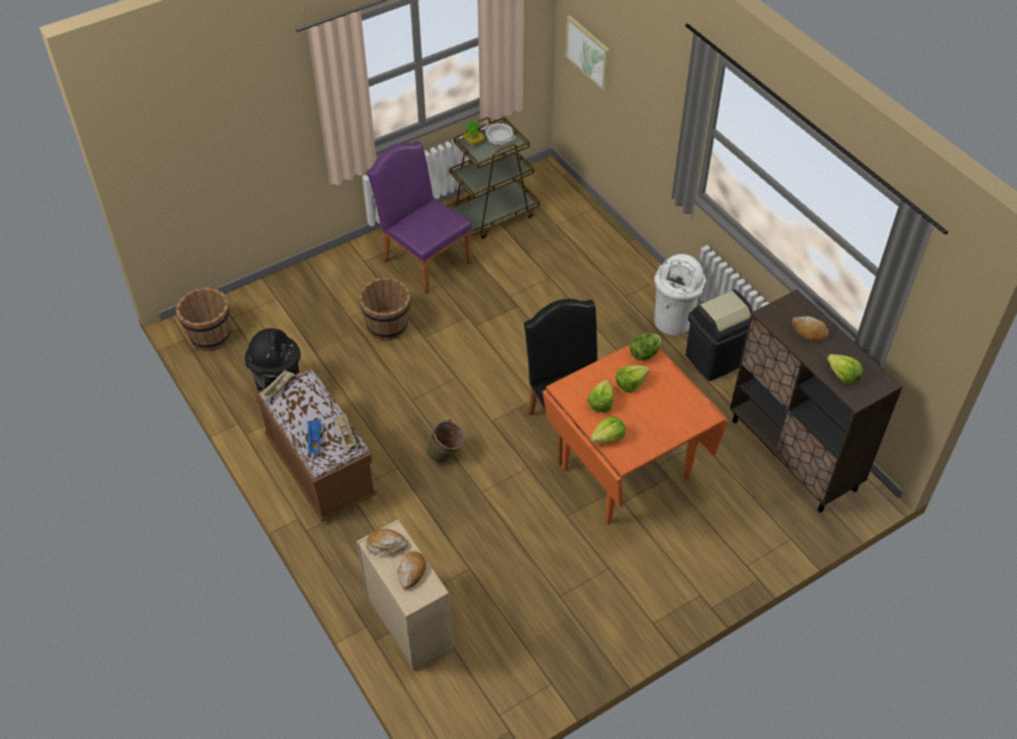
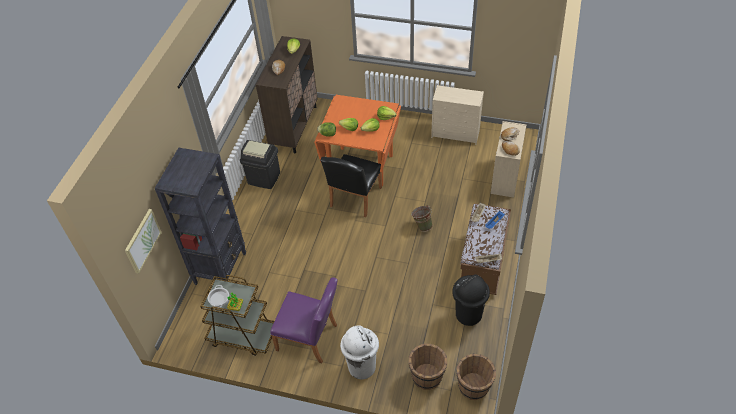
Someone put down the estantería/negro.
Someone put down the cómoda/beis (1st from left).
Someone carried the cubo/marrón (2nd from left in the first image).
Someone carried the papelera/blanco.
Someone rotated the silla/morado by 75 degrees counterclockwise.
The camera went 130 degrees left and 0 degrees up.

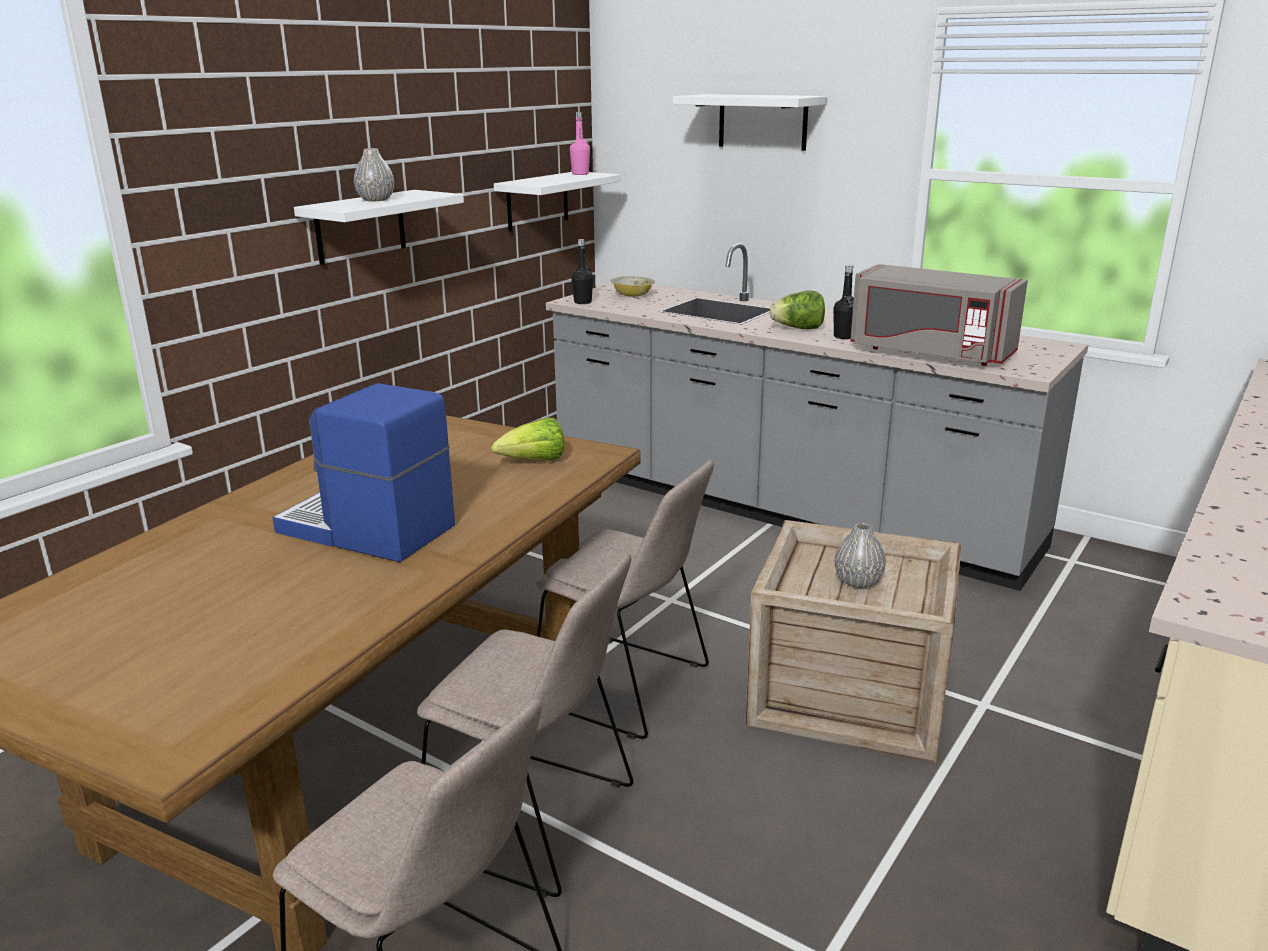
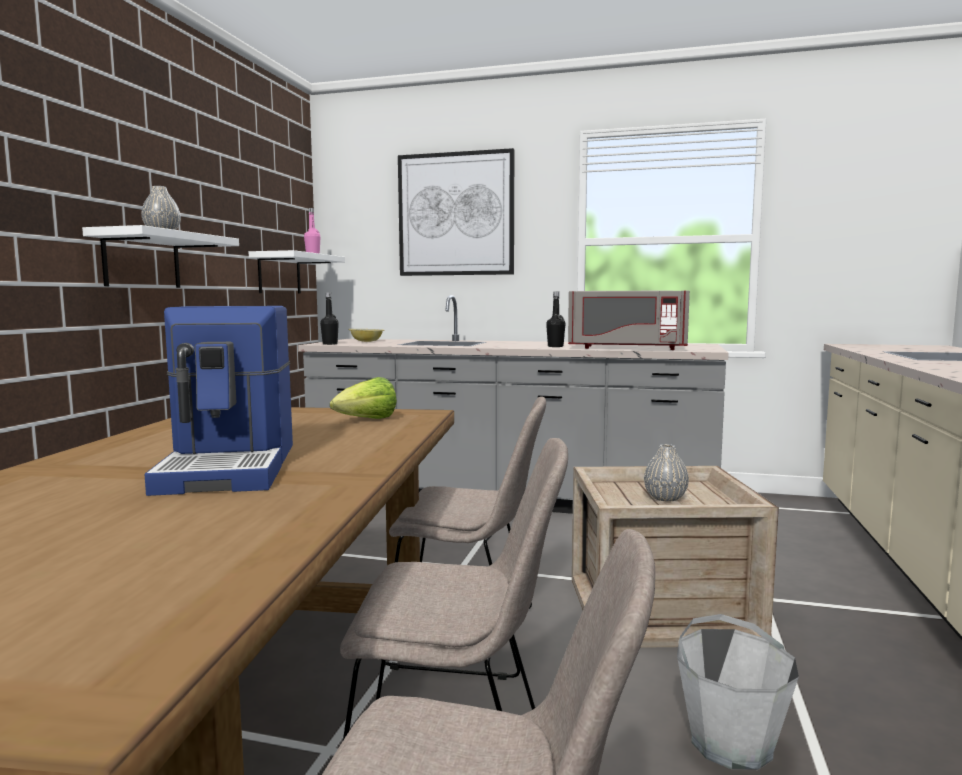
Someone took away the lechuga (2nd from left).
Someone put down the cubo/gris.
Someone swapped the estante/blanco (3rd from left) for the cuadro.
Someone rotated the cafetera by 105 degrees counterclockwise.
The camera went 20 degrees left and 15 degrees down.

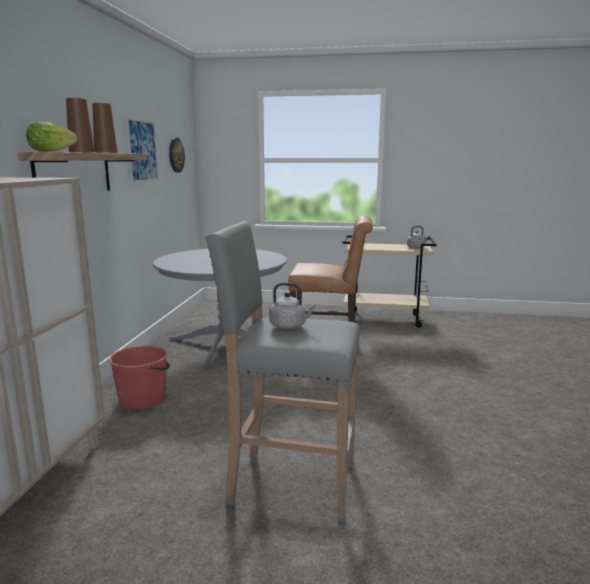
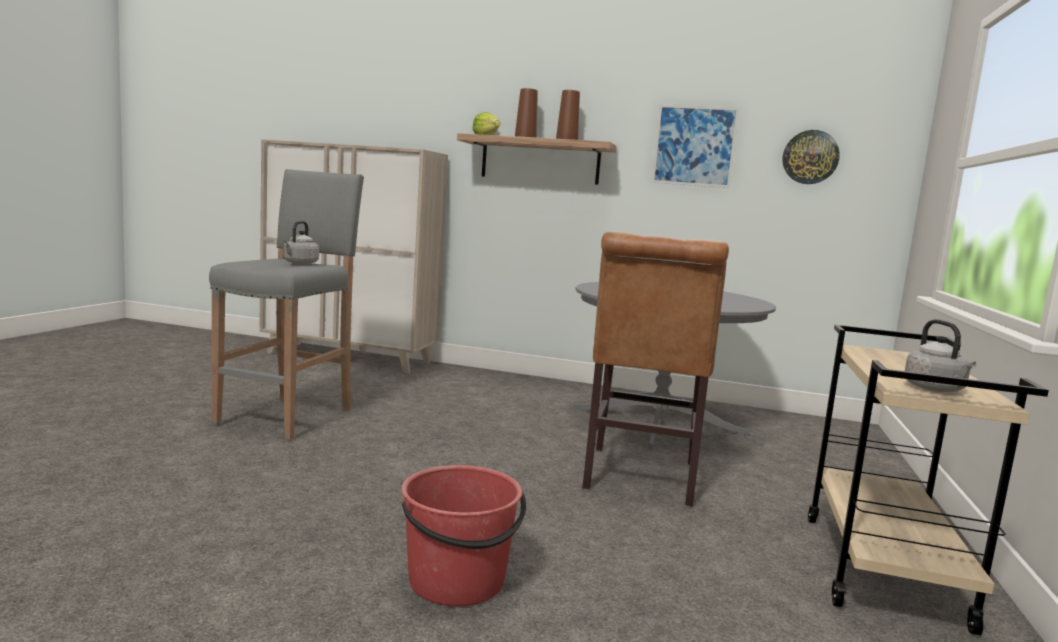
Someone carried the cubo/rojo.
The camera went 95 degrees right and 5 degrees down.

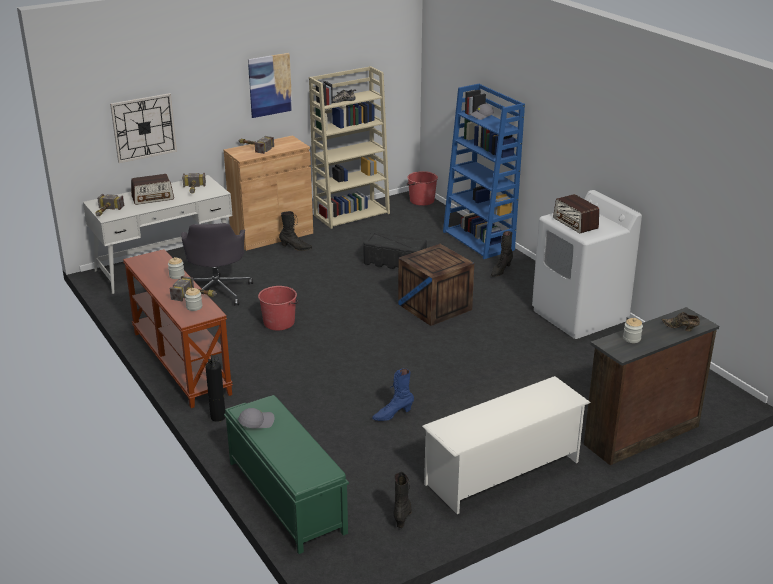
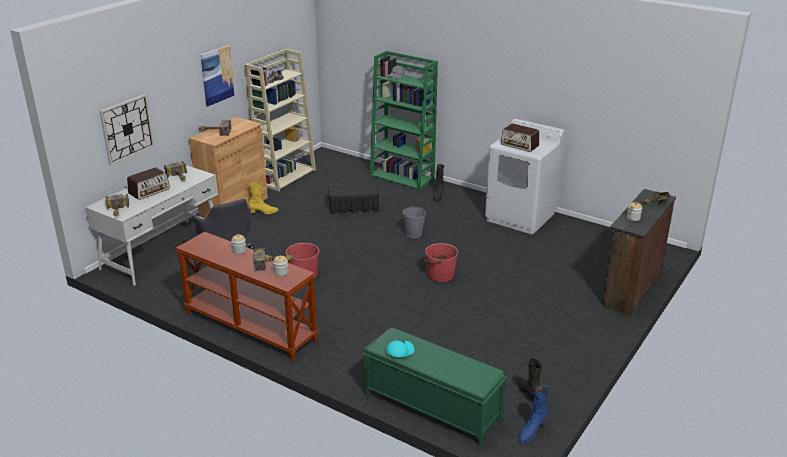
Someone took away the extintor.
Someone took away the zapatero/blanco.
Someone carried the bota/azul.
Someone carried the cubo/rojo (2nd from left).
Someone swapped the caja de embalaje for the cubo/gris.
Someone repainted the gorra/gris (1st from left), which became the gorra/turquesa.
Someone repainted the bota/negro (1st from left), which became the bota/amarillo.
Someone repainted the estantería/azul, which became the estantería/verde.
The camera went 25 degrees left and 0 degrees up.

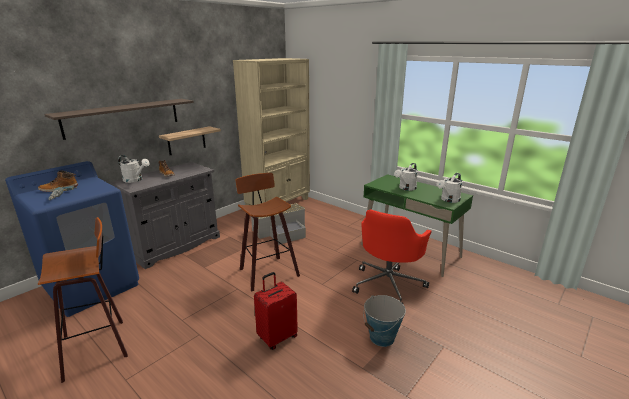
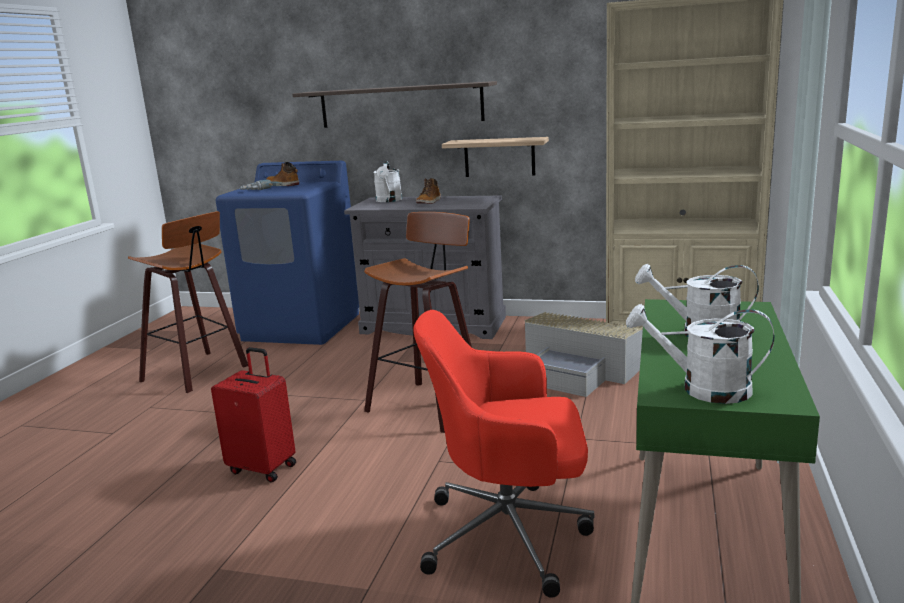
Someone took away the cubo.
The camera went 65 degrees right and 5 degrees down.

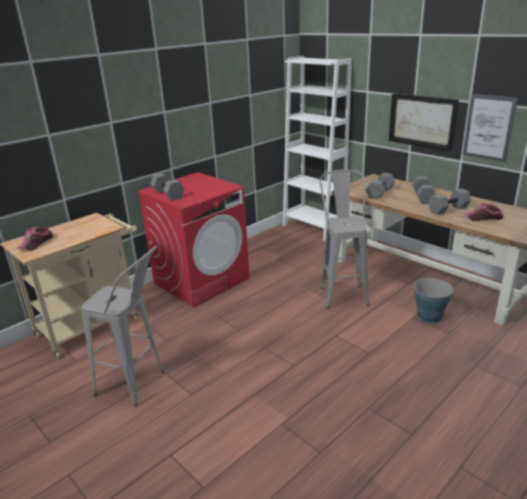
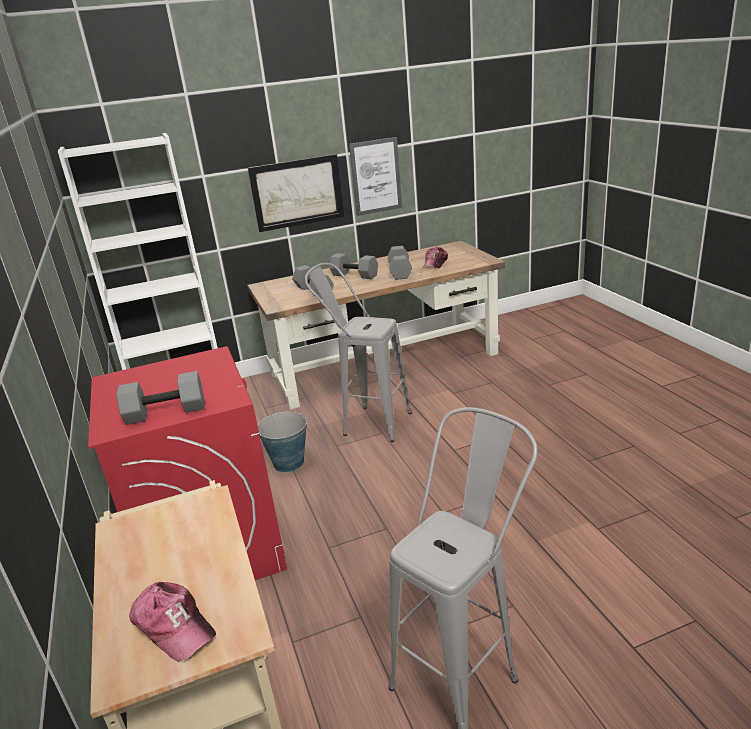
Someone carried the cubo.
The camera went 65 degrees left and 0 degrees up.

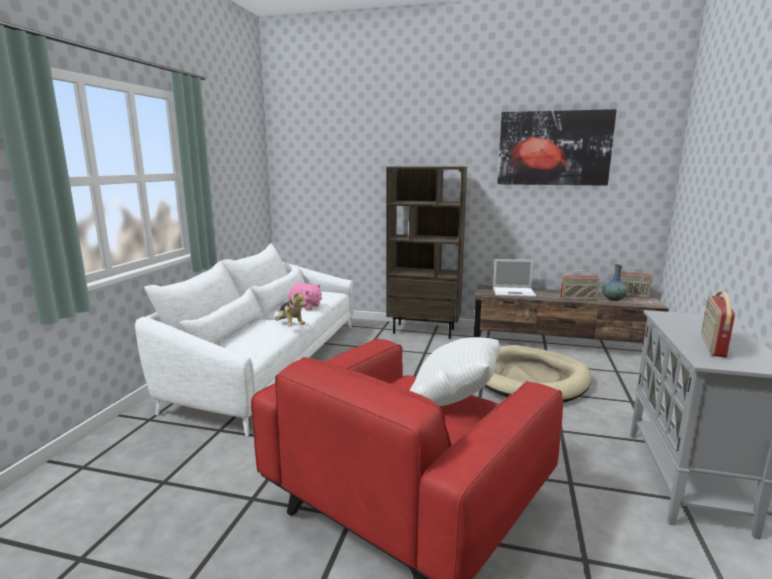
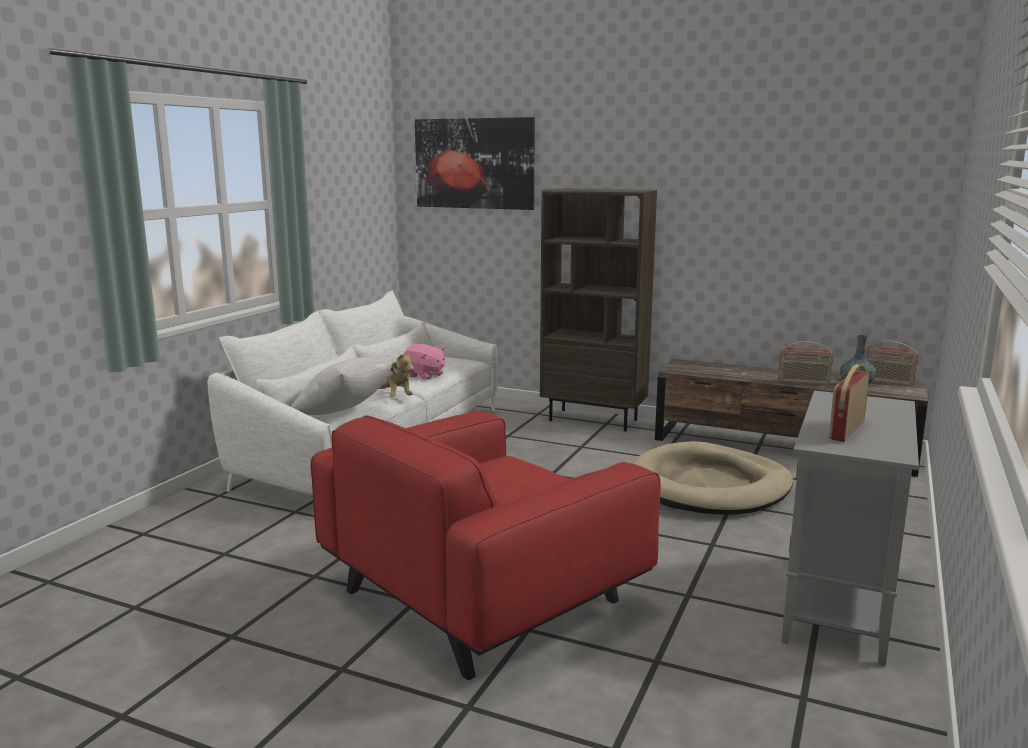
Someone took away the portátil.
Someone carried the cojín/blanco.
Someone carried the cuadro.
The camera went 10 degrees right and 0 degrees up.

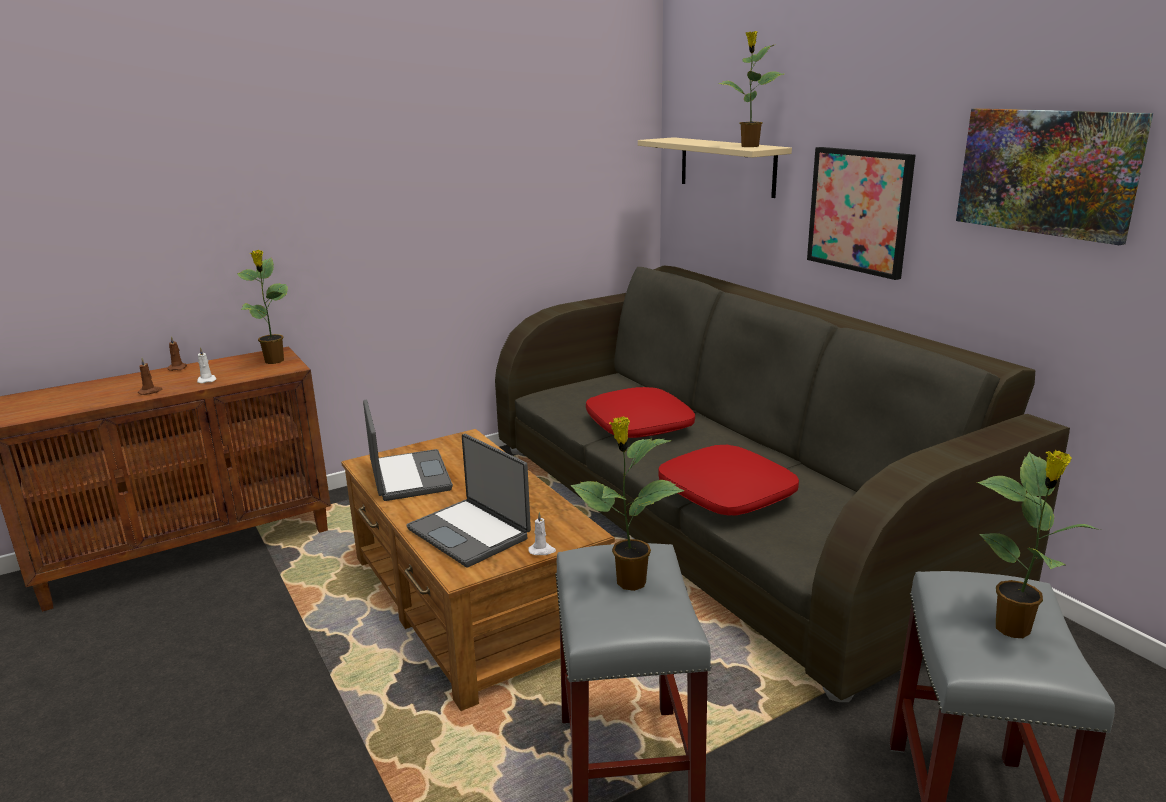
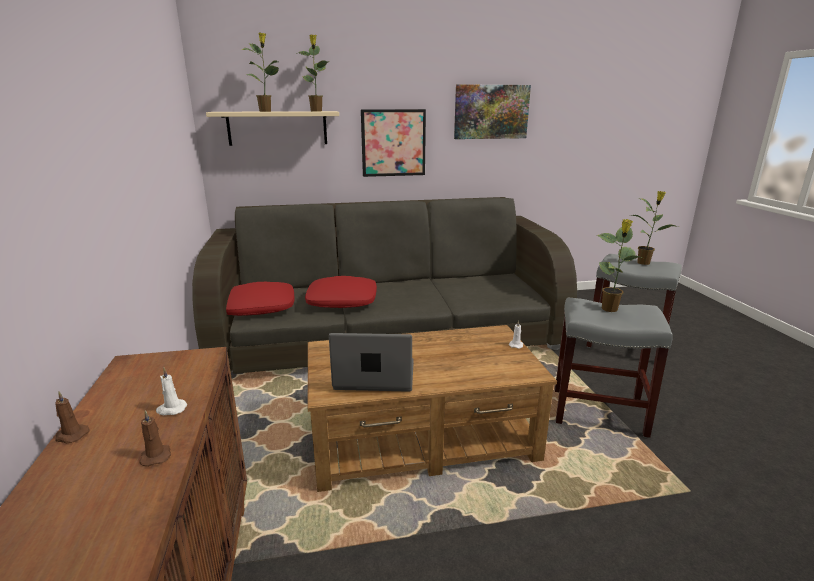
Someone took away the portátil (2nd from left).
Someone carried the planta en maceta (1st from left).
Someone carried the cojín/rojo (2nd from left in the first image).
The camera went 70 degrees left and 0 degrees up.

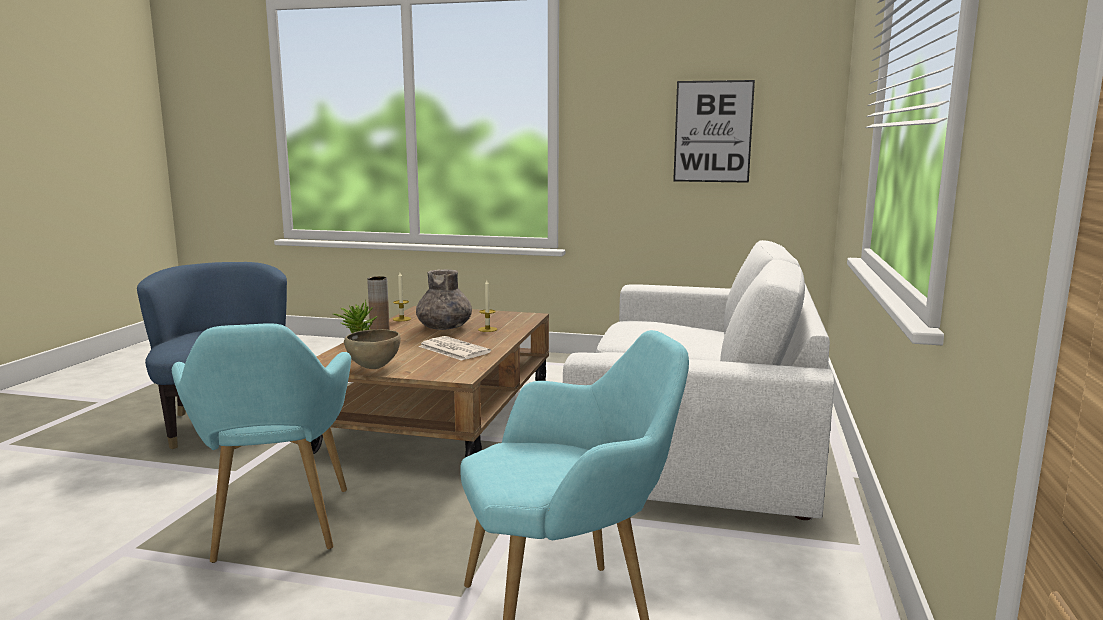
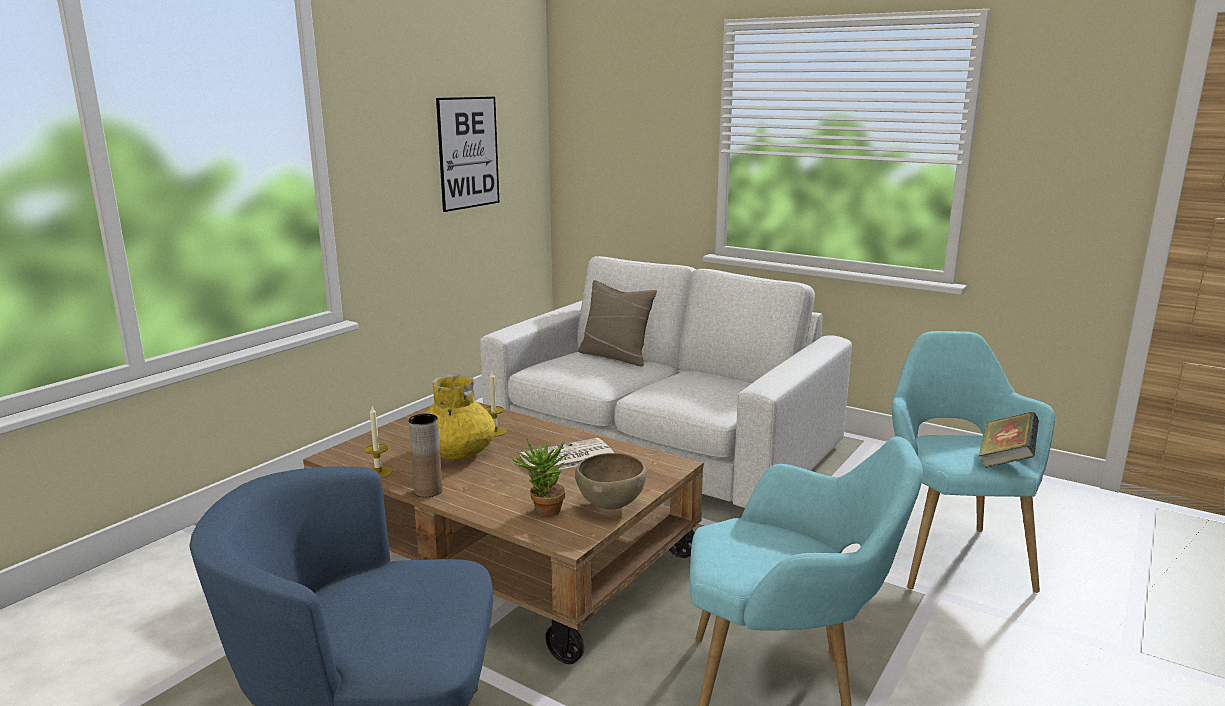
Someone put down the cojín/beis.
Someone put down the libro.
Someone repainted the florero/gris, which became the florero/amarillo.
The camera went 70 degrees left and 5 degrees up.

